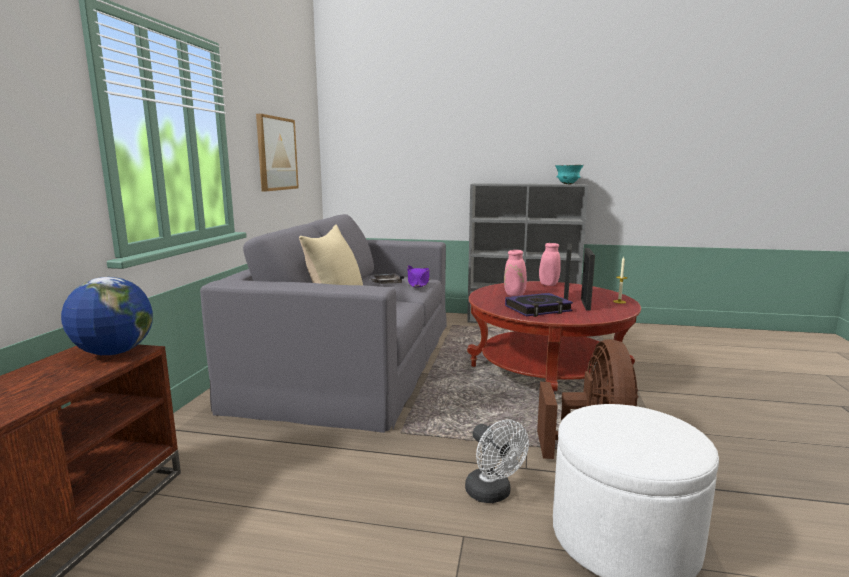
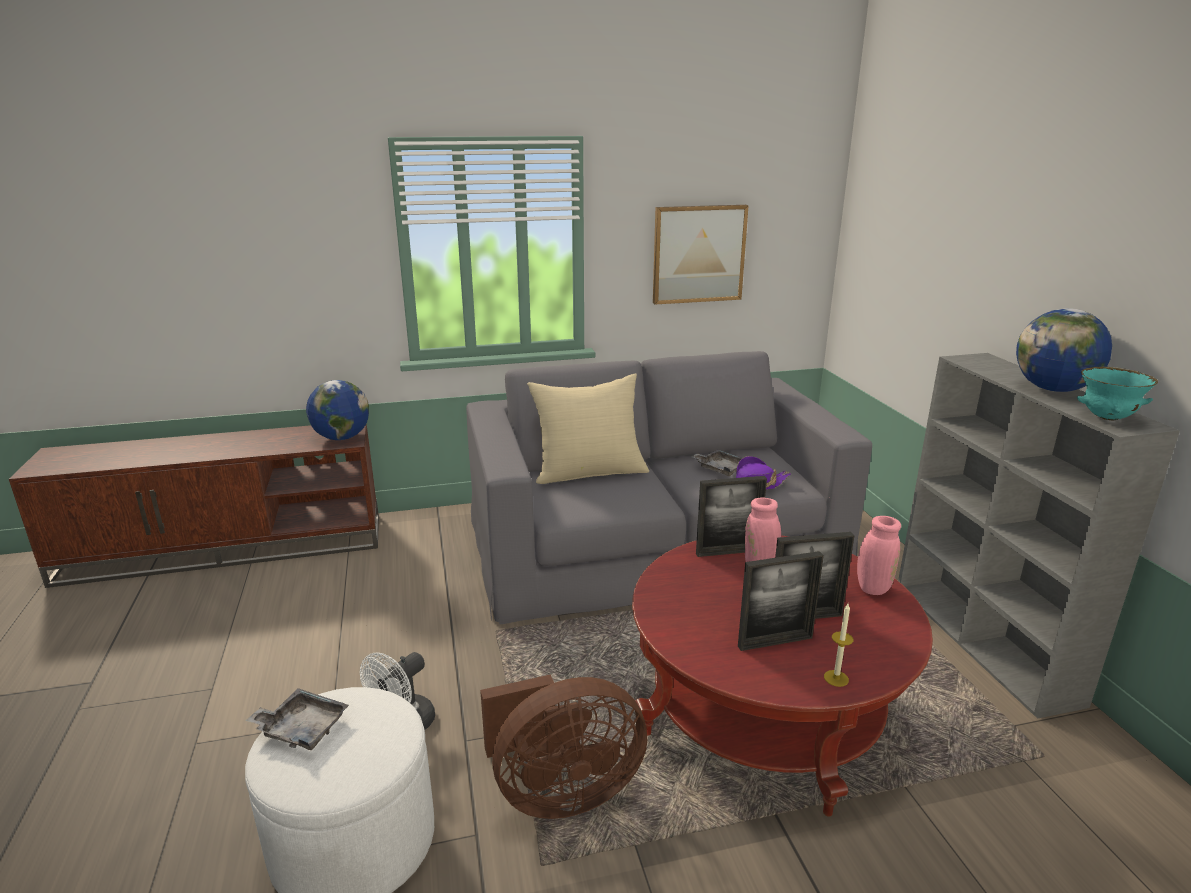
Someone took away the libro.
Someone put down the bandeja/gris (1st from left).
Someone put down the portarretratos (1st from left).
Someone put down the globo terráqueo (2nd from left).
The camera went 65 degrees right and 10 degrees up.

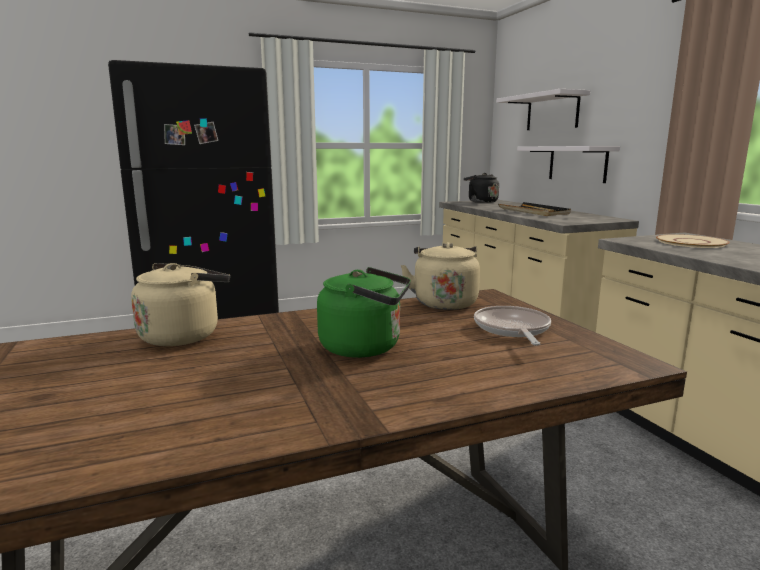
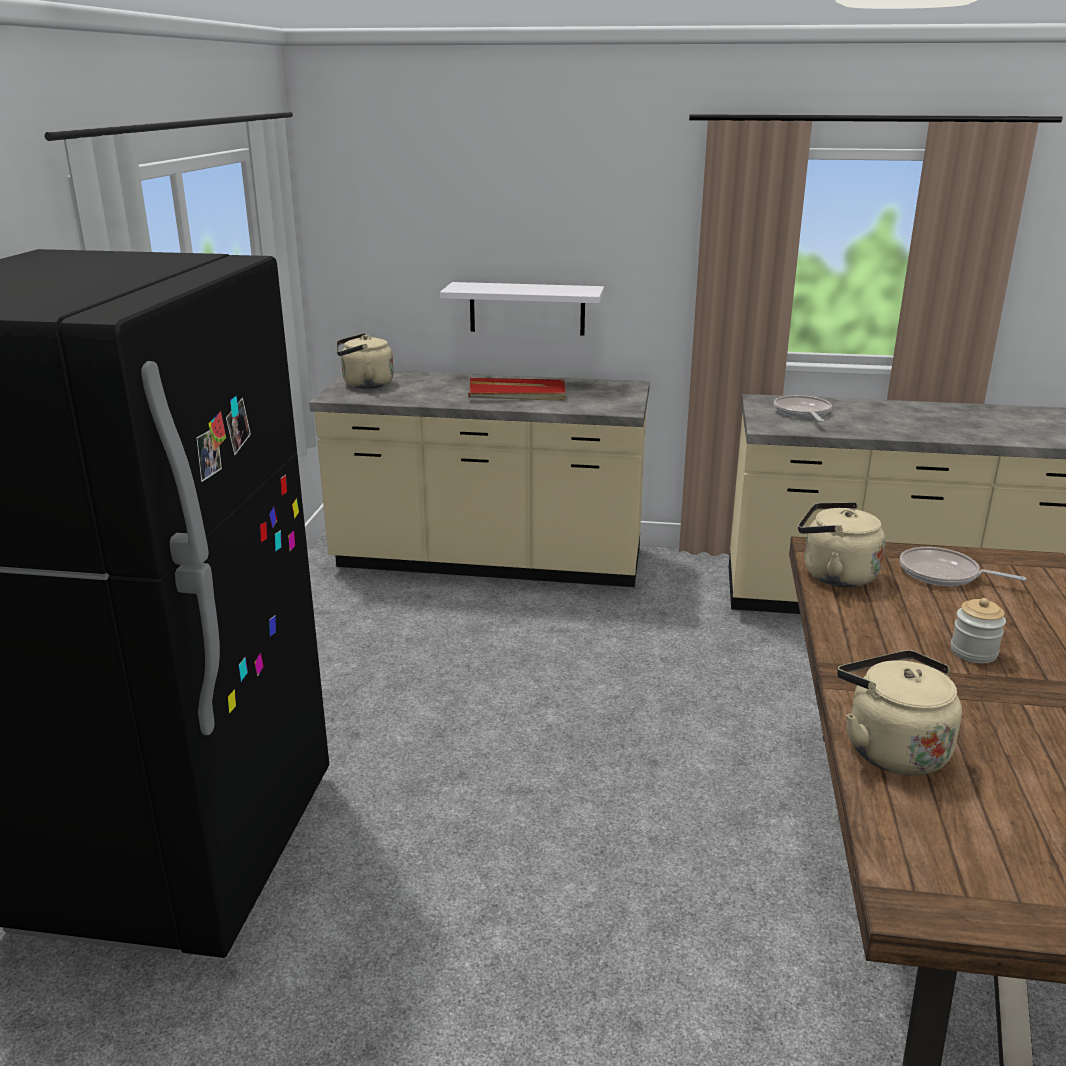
Someone took away the estante/blanco (1st from left).
Someone swapped the hervidor/verde for the tarro.
Someone swapped the plato/beis for the sartén (1st from left).
Someone repainted the hervidor/negro, which became the hervidor/beis (1st from left).
Someone repainted the bandeja/negro, which became the bandeja/rojo.
The camera went 60 degrees left and 10 degrees up.

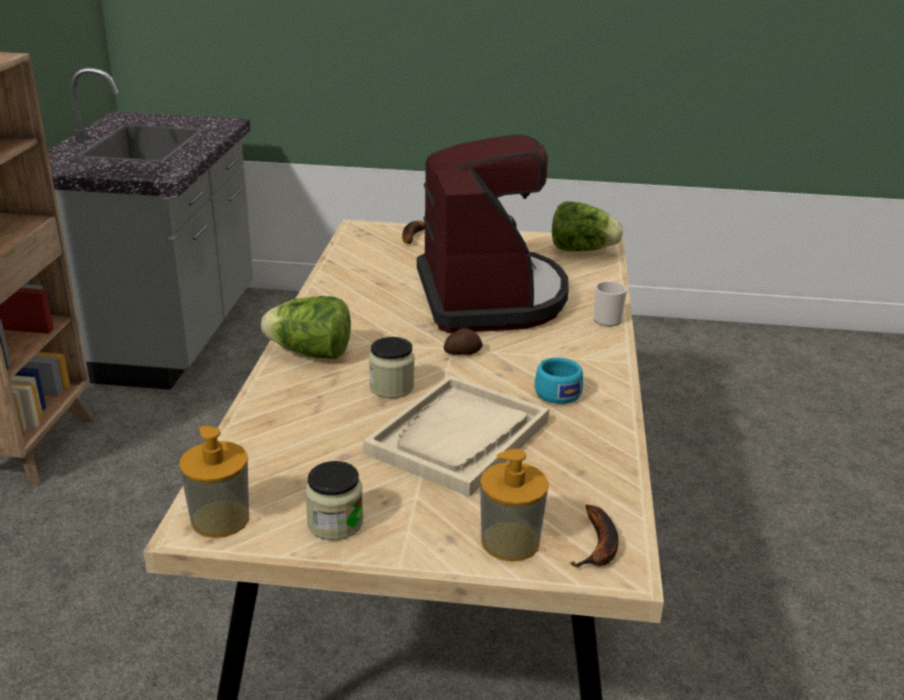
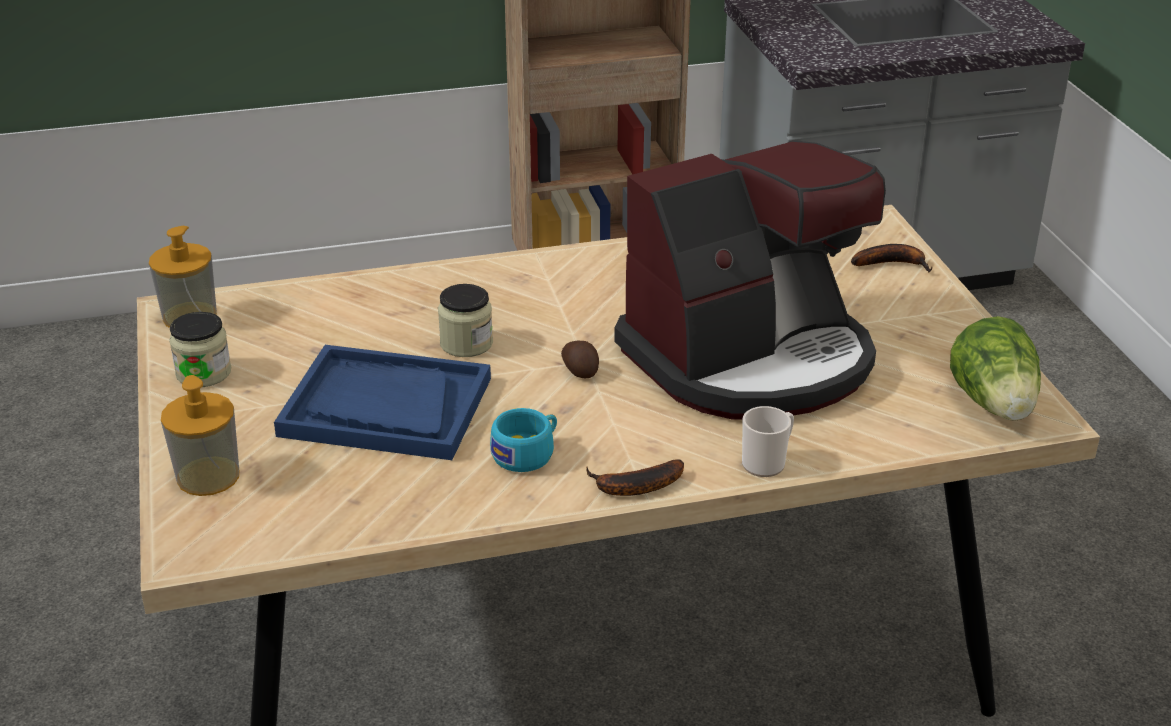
Someone took away the lechuga (1st from left).
Someone carried the plátano (2nd from left in the first image).
Someone repainted the bandeja/beis, which became the bandeja/azul.
The camera went 70 degrees right and 5 degrees up.

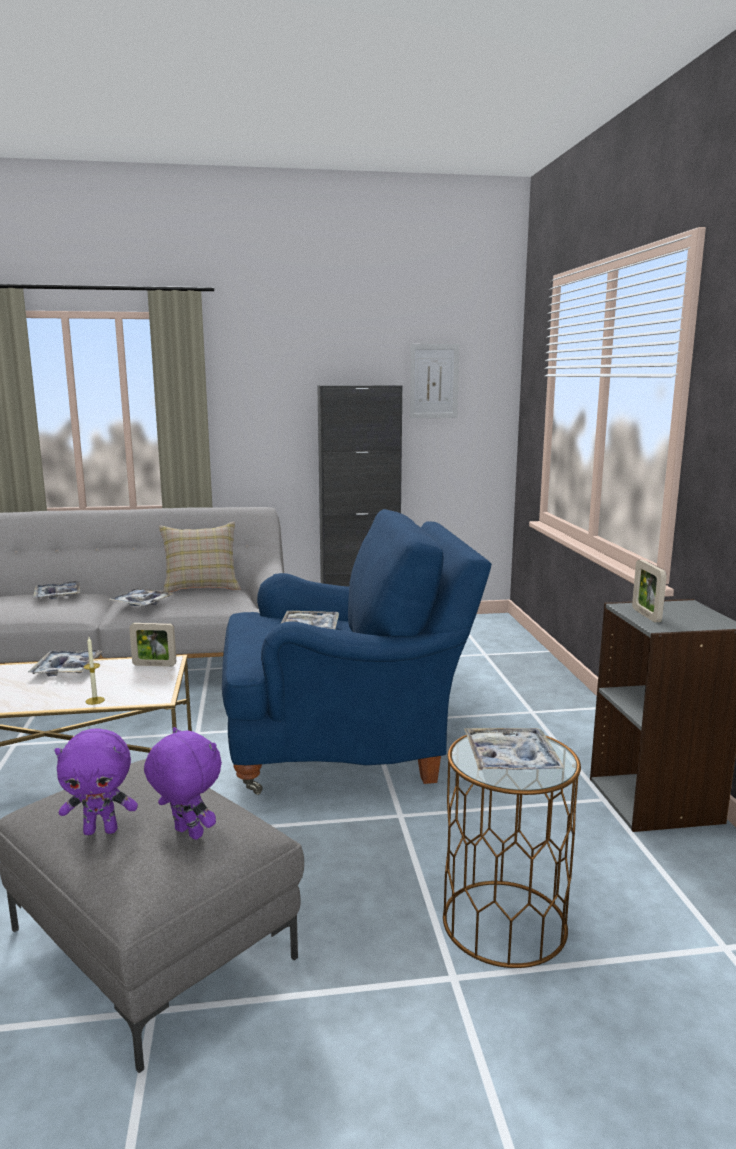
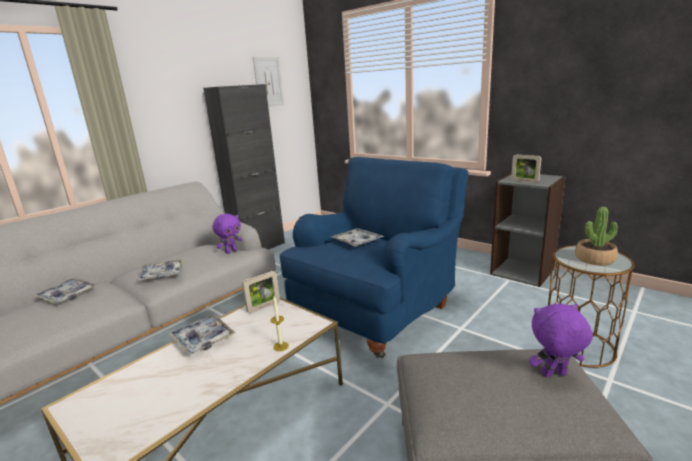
Someone took away the cojín/beis.
Someone carried the peluche/morado (1st from left).
Someone swapped the bandeja (5th from left) for the planta en maceta.
The camera went 40 degrees left and 5 degrees up.

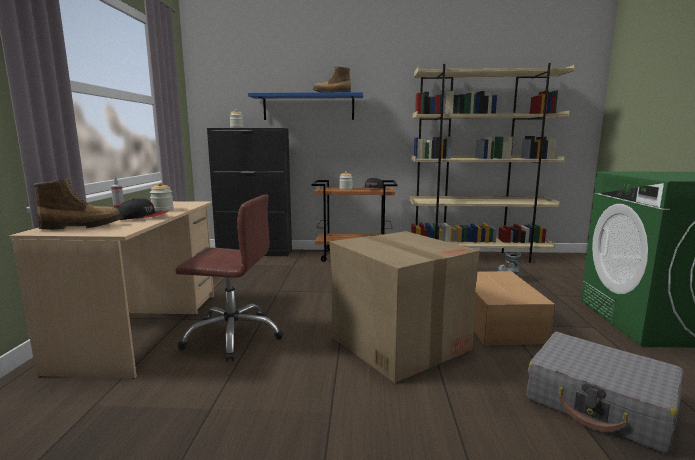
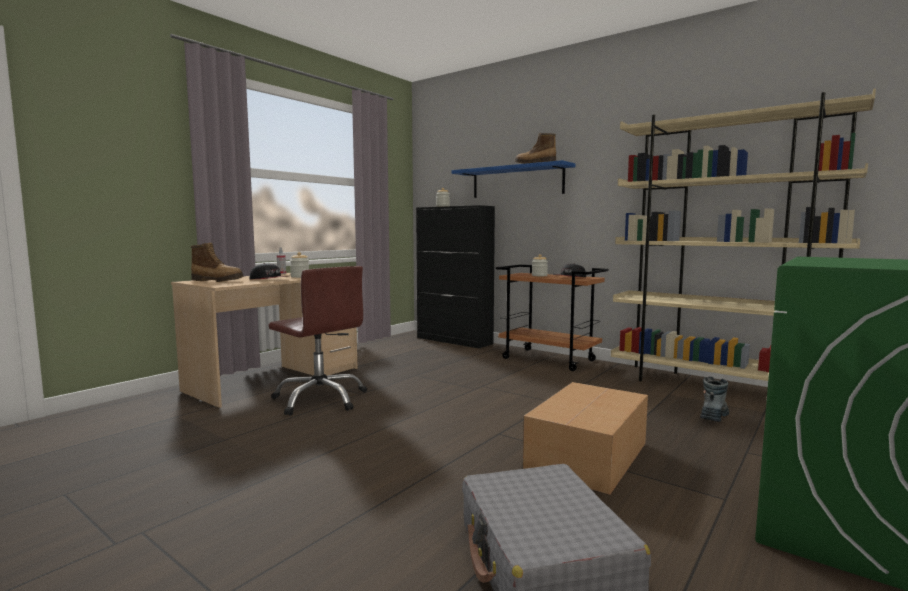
Someone took away the caja de cartón (1st from left).
The camera went 35 degrees right and 5 degrees down.

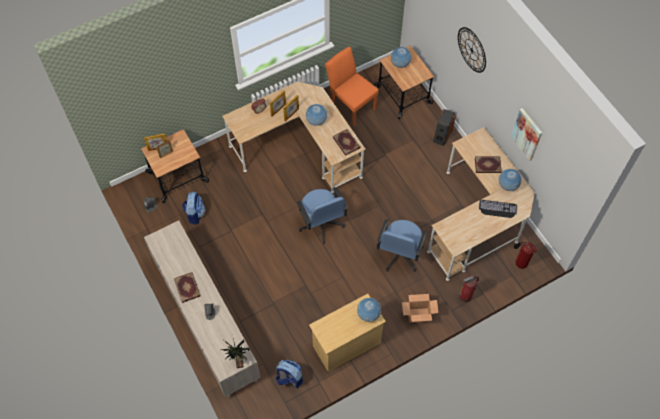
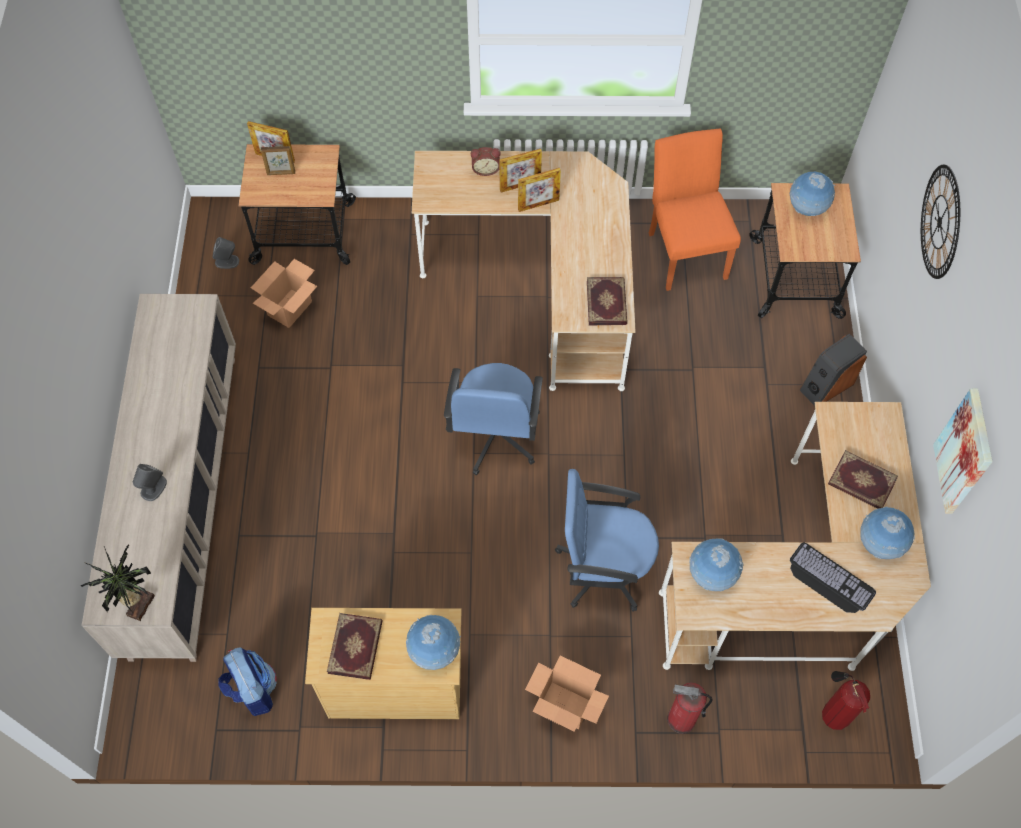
Someone carried the libro (1st from left).
Someone carried the globo terráqueo (1st from left in the first image).
Someone swapped the mochila (1st from left) for the caja de cartón (1st from left).
Someone rotated the silla de oficina/azul (2nd from left) by 45 degrees clockwise.
The camera went 30 degrees right and 0 degrees up.

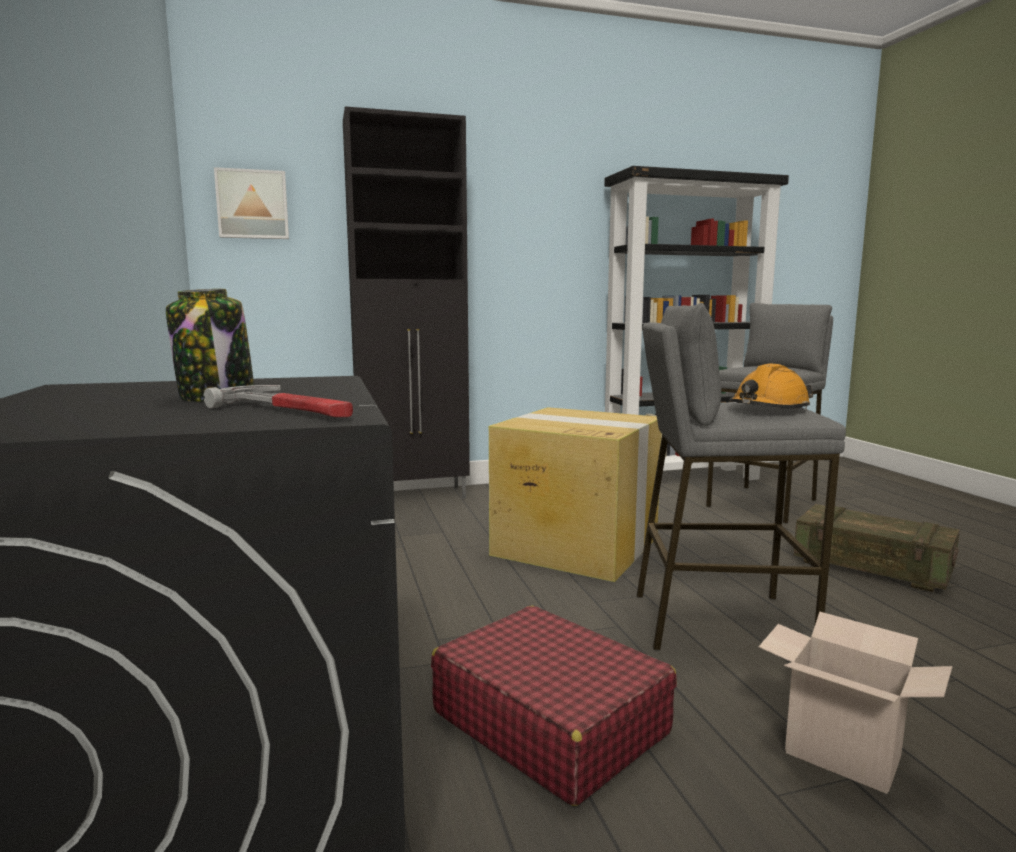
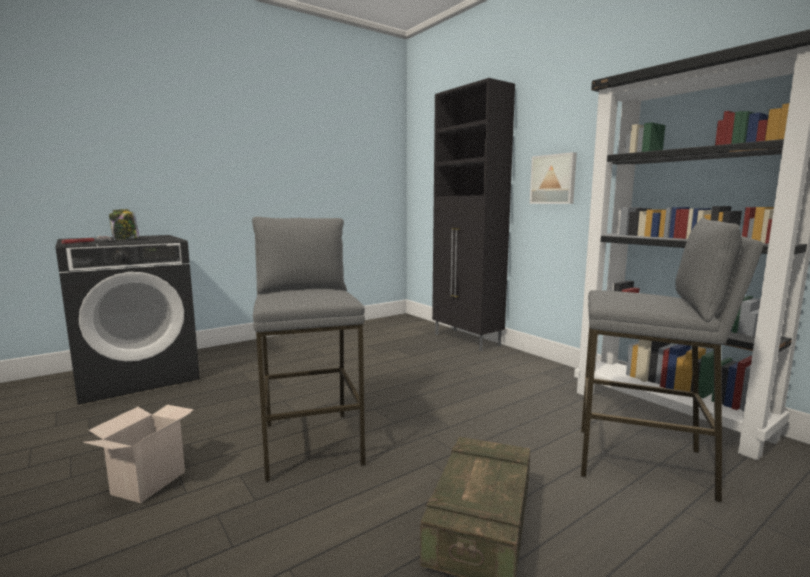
Someone took away the maleta/rojo.
Someone took away the caja de cartón (1st from left).
Someone took away the casco/naranja.
Someone carried the cuadro.
The camera went 70 degrees right and 0 degrees up.

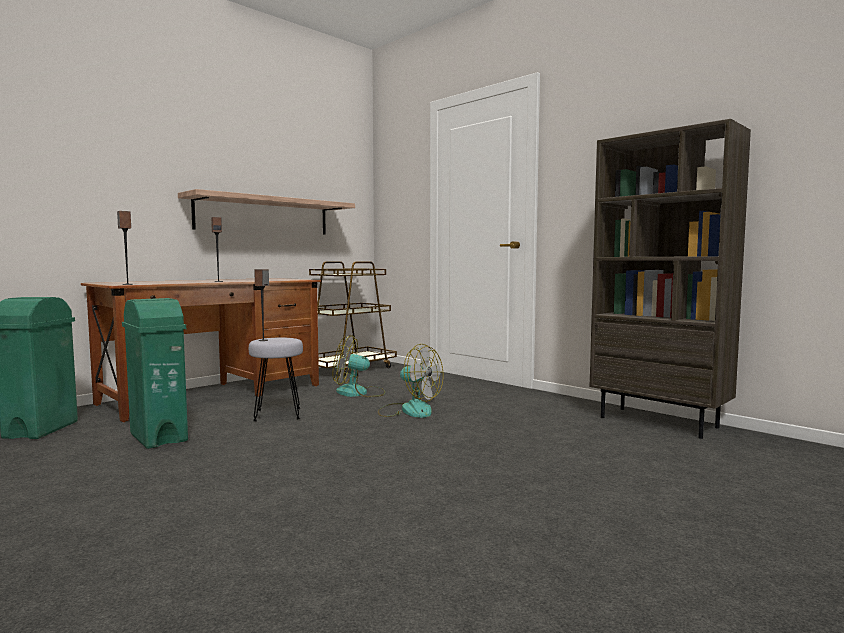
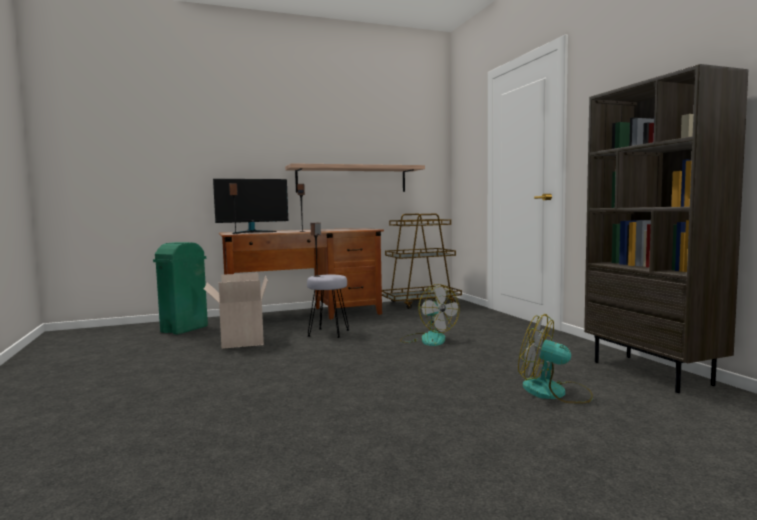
Someone put down the monitor.
Someone carried the ventilador (1st from left in the first image).
Someone swapped the papelera/verde (2nd from left) for the caja de cartón.
The camera went 25 degrees right and 0 degrees up.

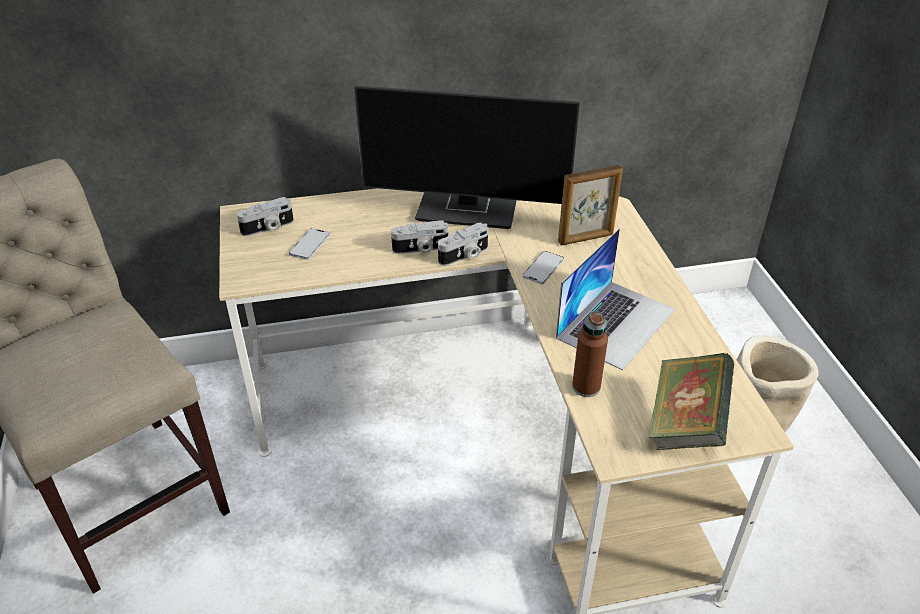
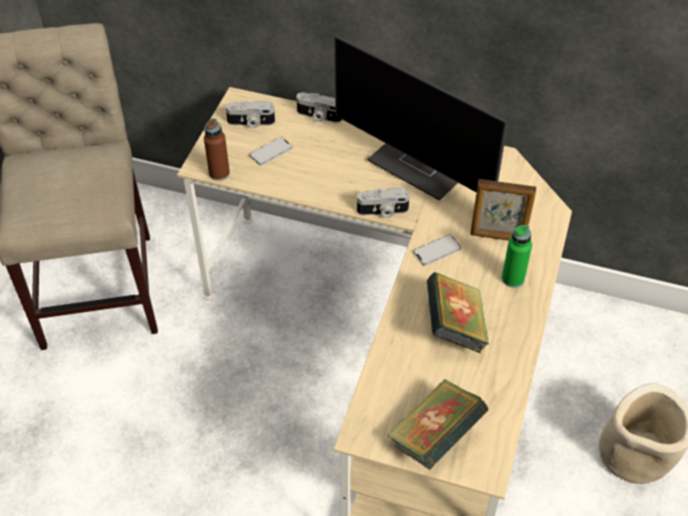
Someone put down the botella/verde.
Someone carried the cámara (2nd from left).
Someone carried the botella/marrón.
Someone swapped the portátil for the libro (2nd from left).
The camera went 30 degrees right and 10 degrees up.

